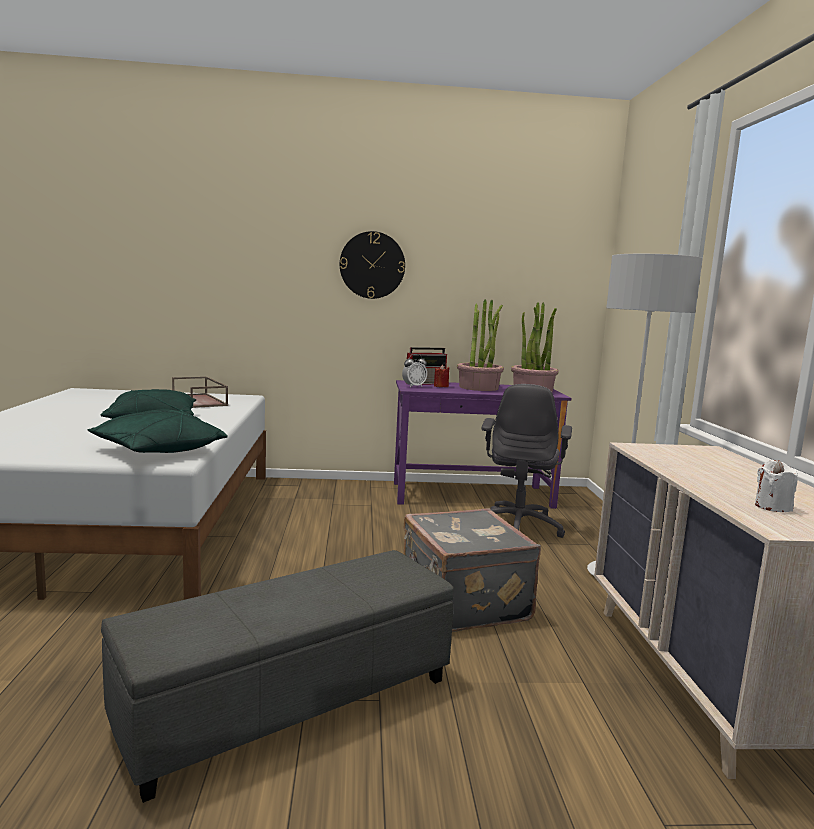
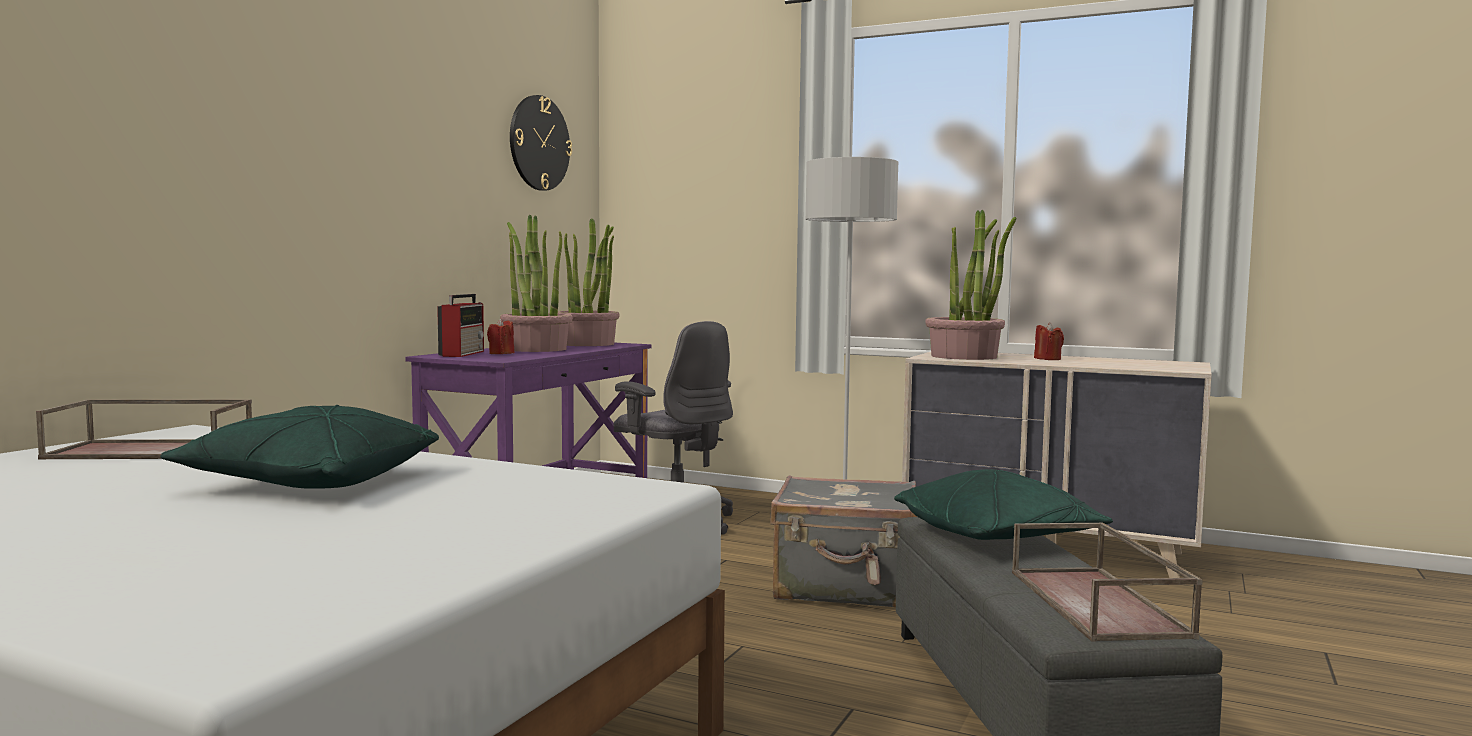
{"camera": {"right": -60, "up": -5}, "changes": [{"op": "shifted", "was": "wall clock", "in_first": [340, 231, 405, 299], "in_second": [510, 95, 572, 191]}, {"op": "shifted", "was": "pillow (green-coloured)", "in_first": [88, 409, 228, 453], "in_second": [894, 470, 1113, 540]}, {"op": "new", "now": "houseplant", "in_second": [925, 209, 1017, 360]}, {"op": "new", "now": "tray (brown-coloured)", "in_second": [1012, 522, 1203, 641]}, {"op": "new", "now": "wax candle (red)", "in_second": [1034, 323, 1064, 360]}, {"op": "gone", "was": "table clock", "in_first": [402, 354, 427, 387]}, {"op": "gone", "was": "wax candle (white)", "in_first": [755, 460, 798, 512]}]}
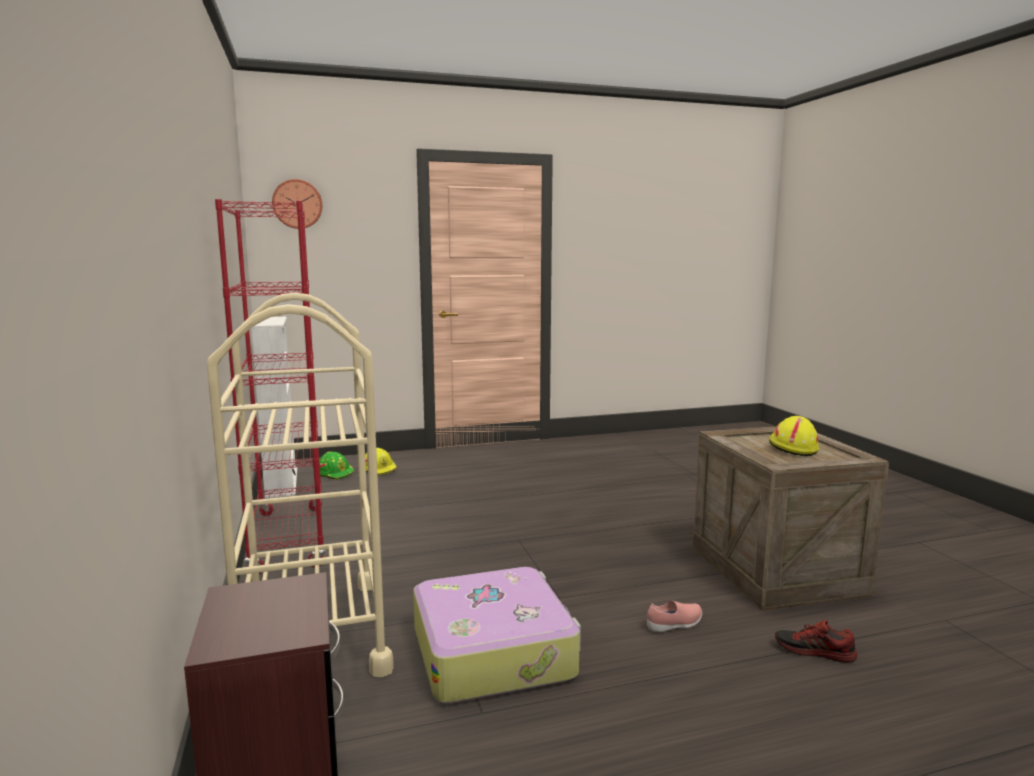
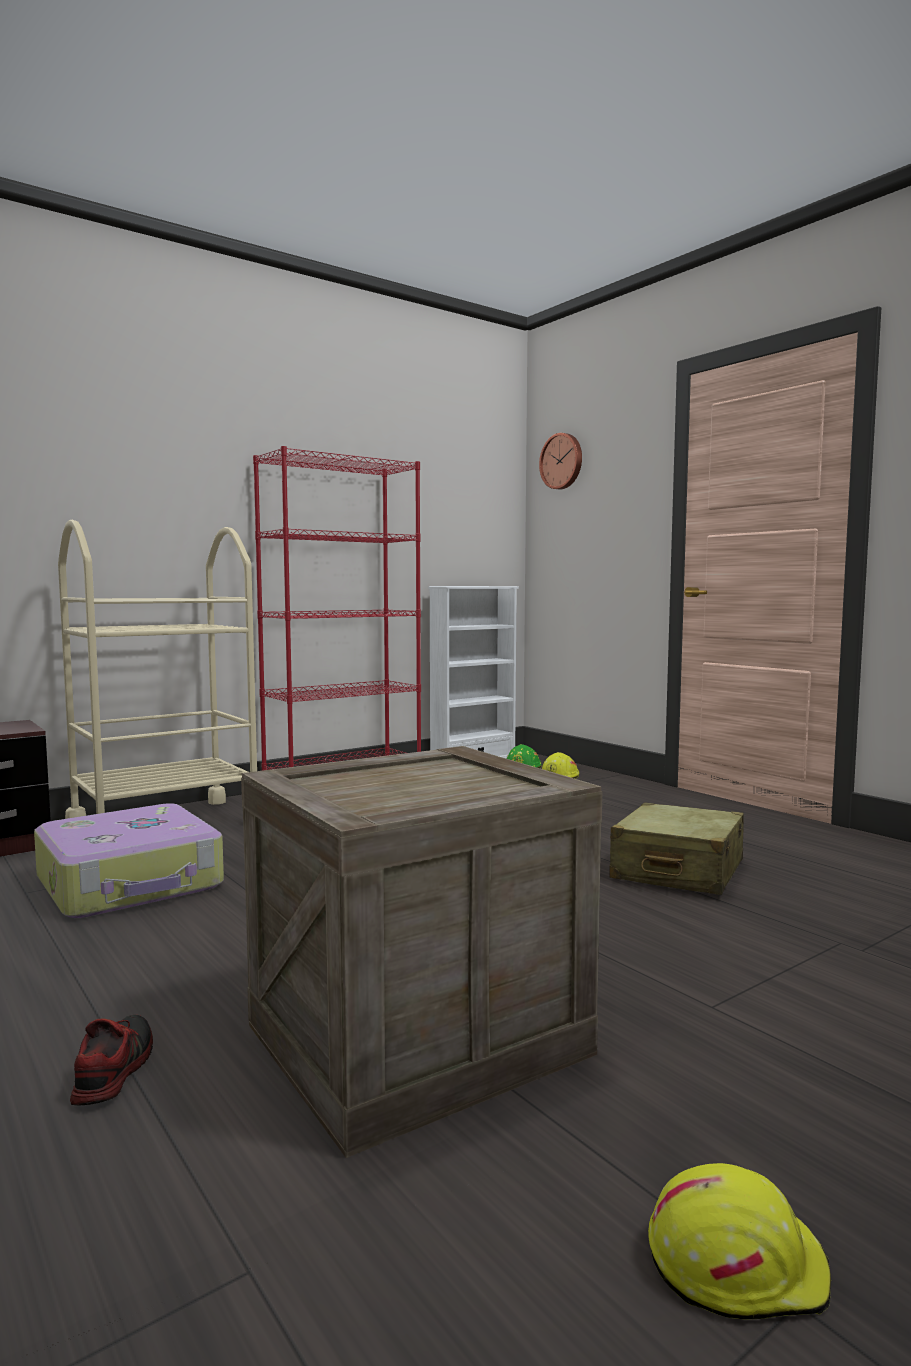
{"camera": {"right": 70, "up": -5}, "changes": [{"op": "new", "now": "suitcase (sand-coloured)", "in_second": [609, 802, 744, 895]}, {"op": "shifted", "was": "hard hat (yellowish)", "in_first": [769, 416, 819, 456], "in_second": [648, 1163, 831, 1319]}, {"op": "gone", "was": "low shoe (pink)", "in_first": [647, 600, 702, 632]}]}
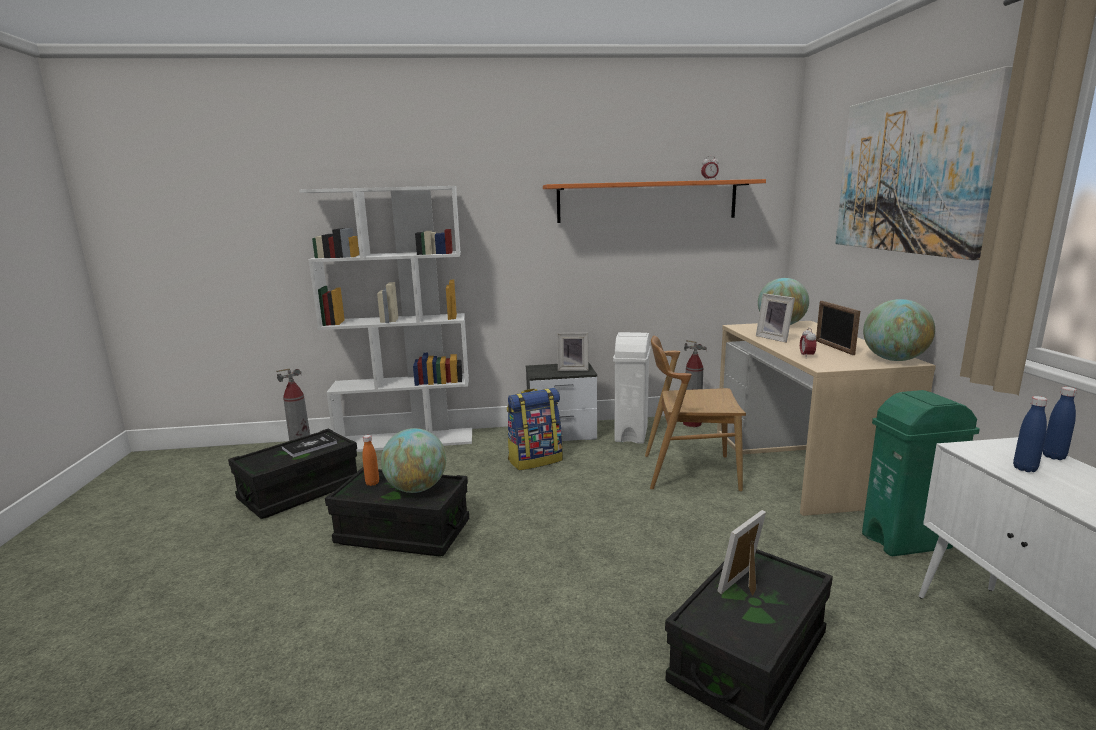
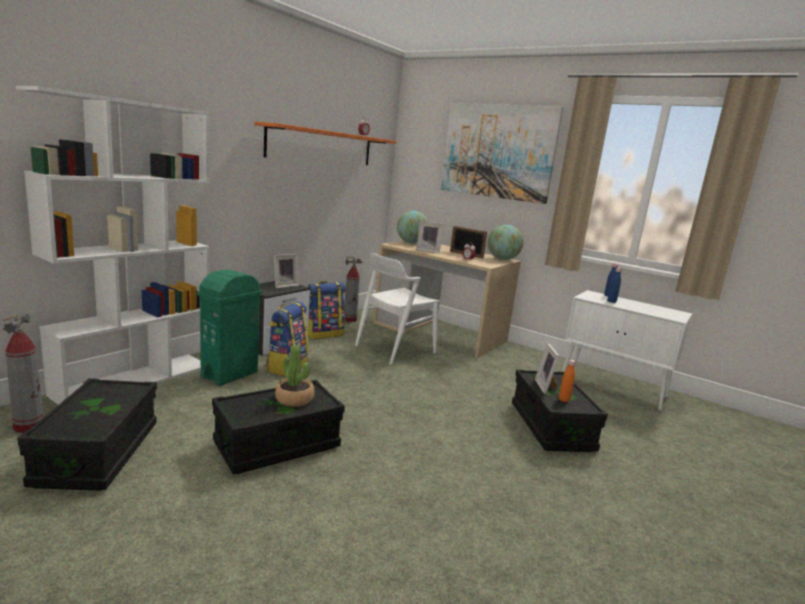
{"camera": {"right": -50, "up": 0}, "changes": [{"op": "shifted", "was": "rubbish bin (green-coloured)", "in_first": [862, 390, 980, 556], "in_second": [197, 269, 263, 386]}, {"op": "swapped", "was": "desk globe", "now": "houseplant", "in_first": [381, 428, 446, 493], "in_second": [275, 345, 314, 407]}, {"op": "swapped", "was": "rubbish bin (white)", "now": "knapsack", "in_first": [613, 332, 651, 444], "in_second": [308, 281, 346, 339]}, {"op": "repainted", "was": "chair (brown-coloured)", "now": "chair (white)", "in_first": [645, 336, 746, 492], "in_second": [355, 252, 440, 365]}, {"op": "shifted", "was": "bottle (orange)", "in_first": [362, 435, 379, 486], "in_second": [559, 360, 576, 402]}, {"op": "gone", "was": "volume", "in_first": [282, 433, 337, 457]}]}
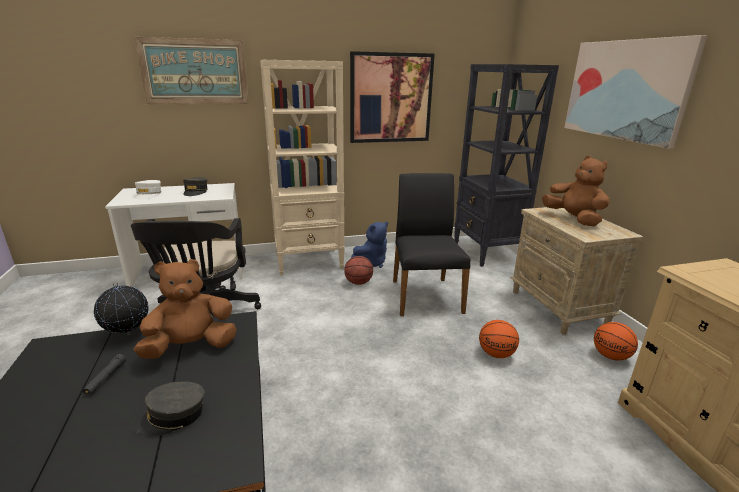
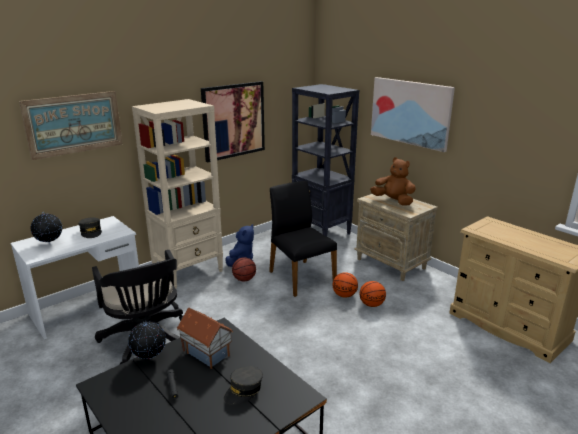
{"camera": {"right": -25, "up": 0}, "changes": [{"op": "swapped", "was": "cap (white)", "now": "desk globe", "in_first": [135, 180, 161, 200], "in_second": [31, 211, 62, 245]}, {"op": "swapped", "was": "soft toy (brown-coloured)", "now": "miniature house", "in_first": [134, 259, 237, 358], "in_second": [176, 308, 234, 369]}, {"op": "shifted", "was": "basketball ball", "in_first": [594, 322, 638, 360], "in_second": [333, 272, 358, 298]}]}
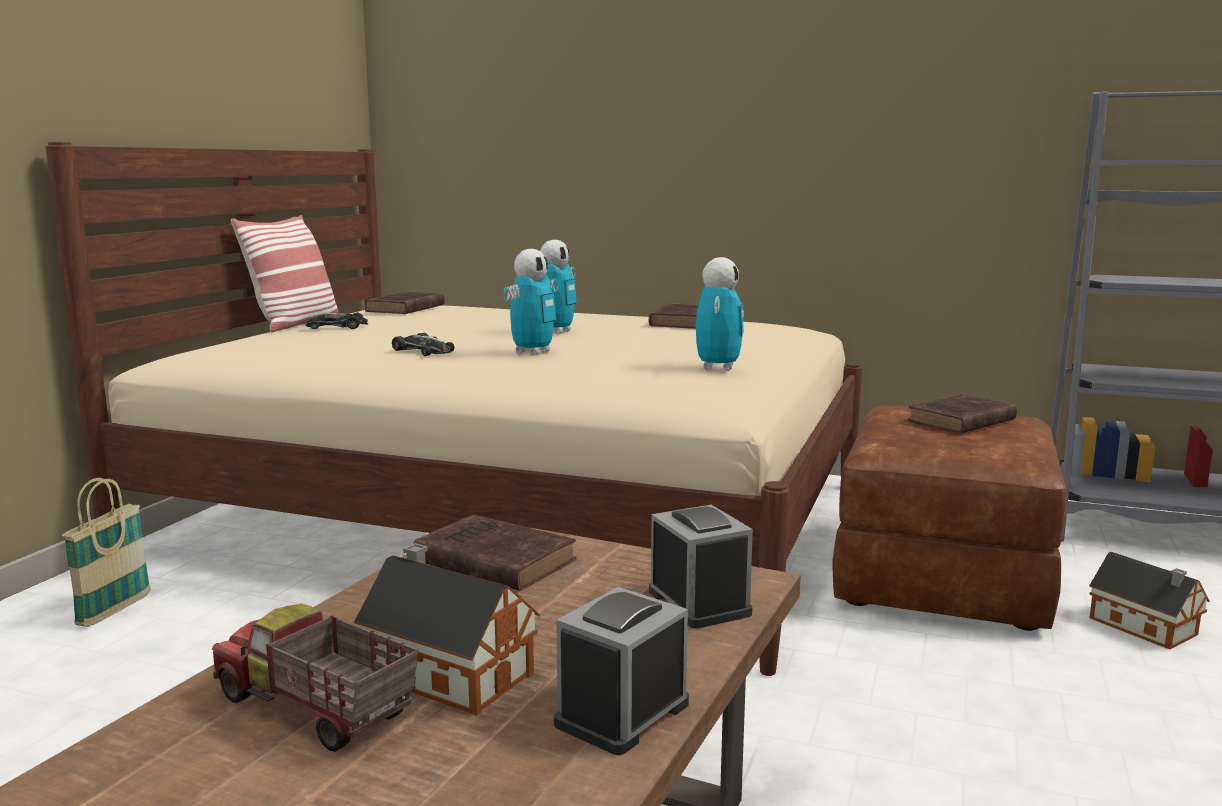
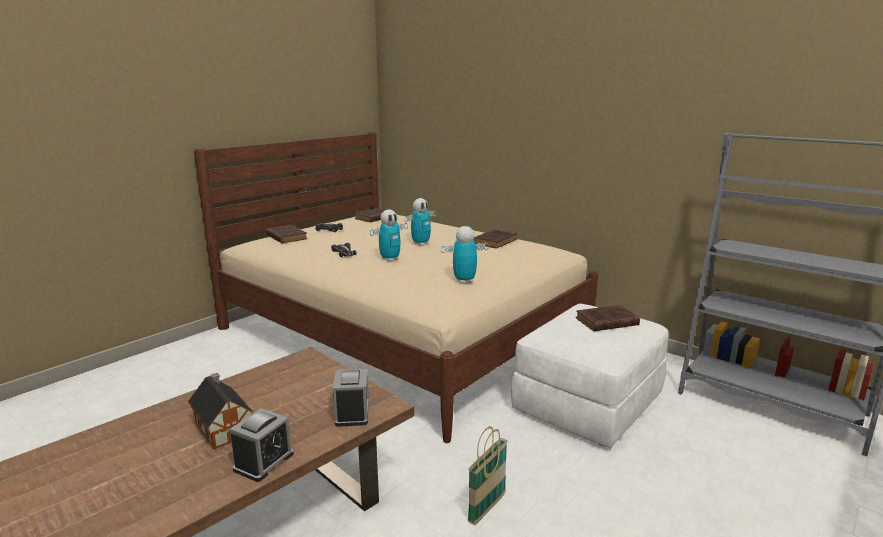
{"camera": {"right": 20, "up": 5}, "changes": [{"op": "rotated", "was": "table clock", "in_first": [554, 587, 689, 755], "in_second": [230, 408, 294, 482], "clockwise": 150}, {"op": "shifted", "was": "volume (brown-coloured)", "in_first": [413, 514, 576, 591], "in_second": [266, 225, 308, 243]}, {"op": "rotated", "was": "model robot", "in_first": [696, 257, 744, 371], "in_second": [441, 226, 489, 284], "clockwise": -135}, {"op": "shifted", "was": "basket", "in_first": [62, 478, 151, 627], "in_second": [468, 426, 507, 525]}, {"op": "repainted", "was": "pouffe (brown-coloured)", "now": "pouffe (white)", "in_first": [832, 406, 1066, 631], "in_second": [511, 304, 669, 448]}, {"op": "gone", "was": "model truck", "in_first": [212, 604, 418, 752]}, {"op": "gone", "was": "pillow", "in_first": [231, 215, 339, 333]}, {"op": "gone", "was": "miniature house", "in_first": [1089, 552, 1210, 649]}]}
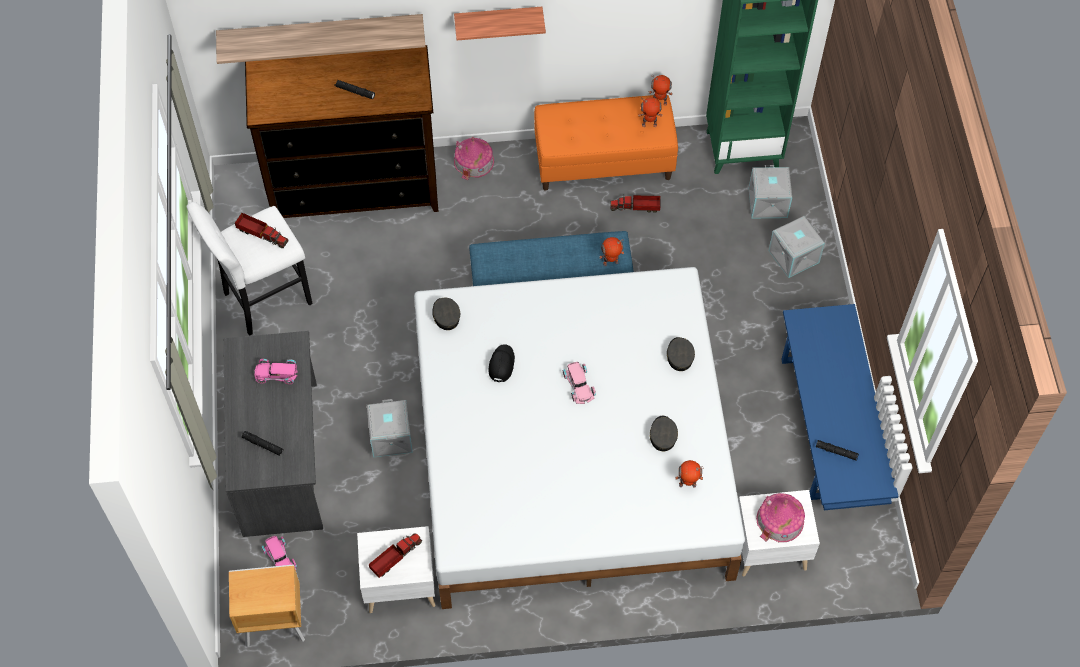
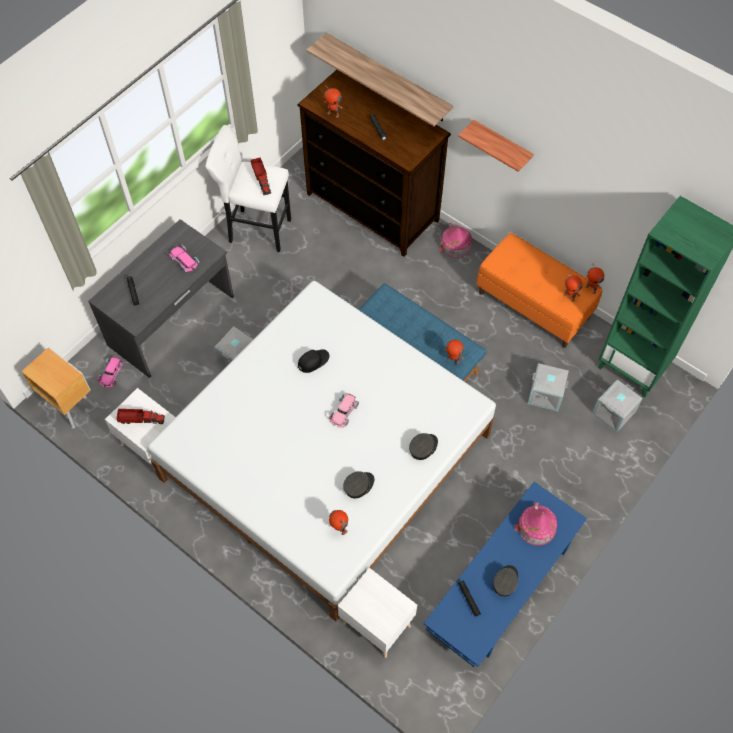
{"camera": {"right": 45, "up": 0}, "changes": [{"op": "new", "now": "model robot", "in_second": [324, 86, 343, 118]}, {"op": "shifted", "was": "cap (grey)", "in_first": [432, 297, 460, 330], "in_second": [493, 565, 518, 596]}, {"op": "shifted", "was": "miniature house", "in_first": [756, 493, 805, 542], "in_second": [514, 502, 557, 546]}, {"op": "shifted", "was": "storage box (grey)", "in_first": [769, 216, 825, 278], "in_second": [528, 363, 569, 411]}, {"op": "gone", "was": "model truck", "in_first": [610, 195, 661, 213]}]}
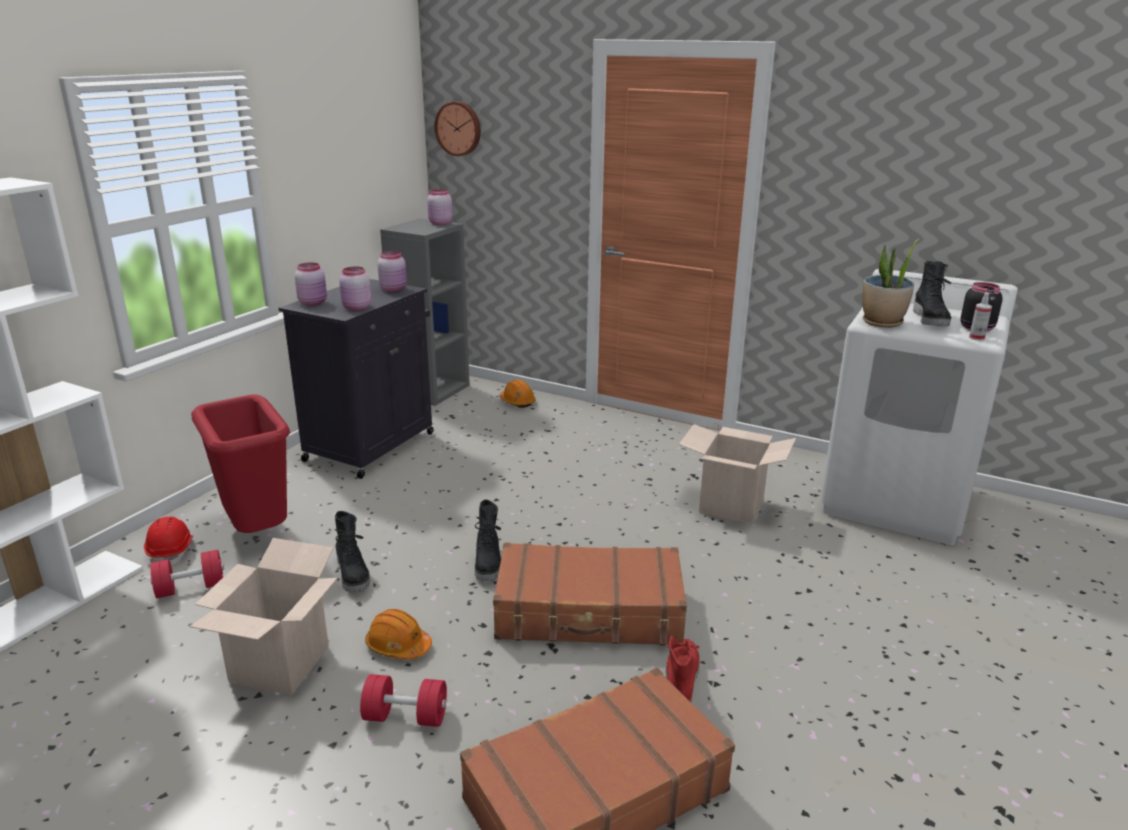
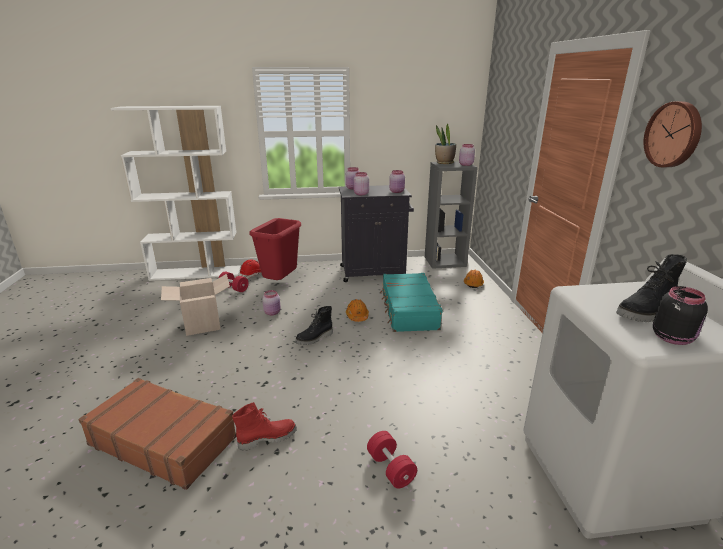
{"camera": {"right": 55, "up": 0}, "changes": [{"op": "swapped", "was": "tall boot (blackish)", "now": "storage jar (pink)", "in_first": [333, 511, 370, 593], "in_second": [262, 290, 281, 315]}, {"op": "shifted", "was": "hard hat (orange)", "in_first": [365, 609, 432, 659], "in_second": [346, 299, 369, 322]}, {"op": "shifted", "was": "hand weight (red)", "in_first": [360, 674, 447, 727], "in_second": [367, 431, 417, 489]}, {"op": "new", "now": "suitcase (turquoise-coloured)", "in_second": [380, 273, 443, 332]}, {"op": "shifted", "was": "houseplant", "in_first": [862, 238, 920, 328], "in_second": [435, 123, 456, 164]}, {"op": "shifted", "was": "wall clock", "in_first": [434, 102, 481, 156], "in_second": [643, 101, 702, 167]}, {"op": "gone", "was": "suitcase (brown-coloured)", "in_first": [493, 542, 687, 645]}, {"op": "gone", "was": "cardboard box", "in_first": [679, 424, 796, 524]}, {"op": "gone", "was": "spray bottle", "in_first": [969, 292, 992, 341]}]}
